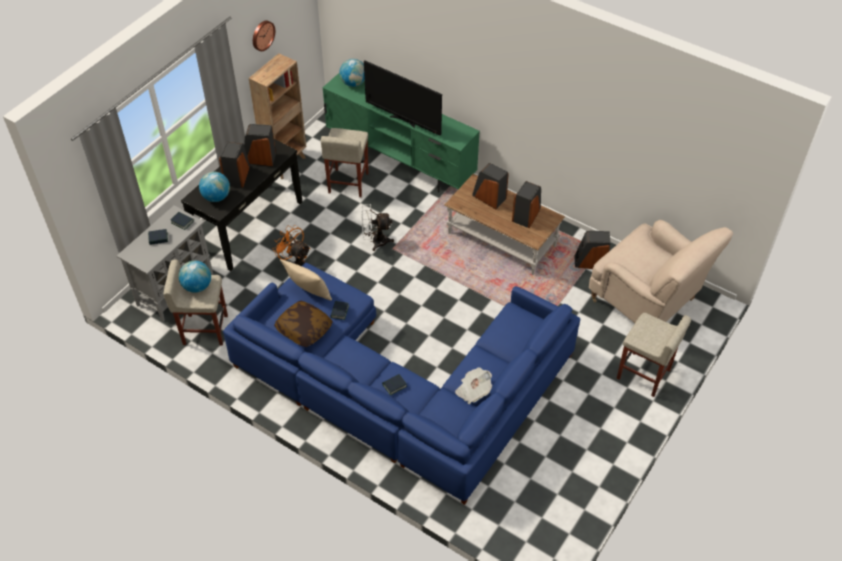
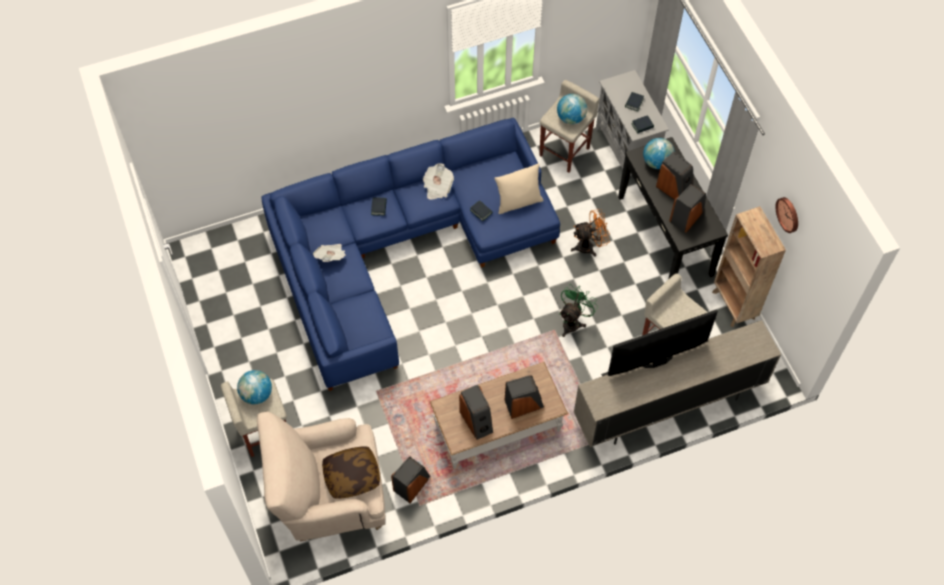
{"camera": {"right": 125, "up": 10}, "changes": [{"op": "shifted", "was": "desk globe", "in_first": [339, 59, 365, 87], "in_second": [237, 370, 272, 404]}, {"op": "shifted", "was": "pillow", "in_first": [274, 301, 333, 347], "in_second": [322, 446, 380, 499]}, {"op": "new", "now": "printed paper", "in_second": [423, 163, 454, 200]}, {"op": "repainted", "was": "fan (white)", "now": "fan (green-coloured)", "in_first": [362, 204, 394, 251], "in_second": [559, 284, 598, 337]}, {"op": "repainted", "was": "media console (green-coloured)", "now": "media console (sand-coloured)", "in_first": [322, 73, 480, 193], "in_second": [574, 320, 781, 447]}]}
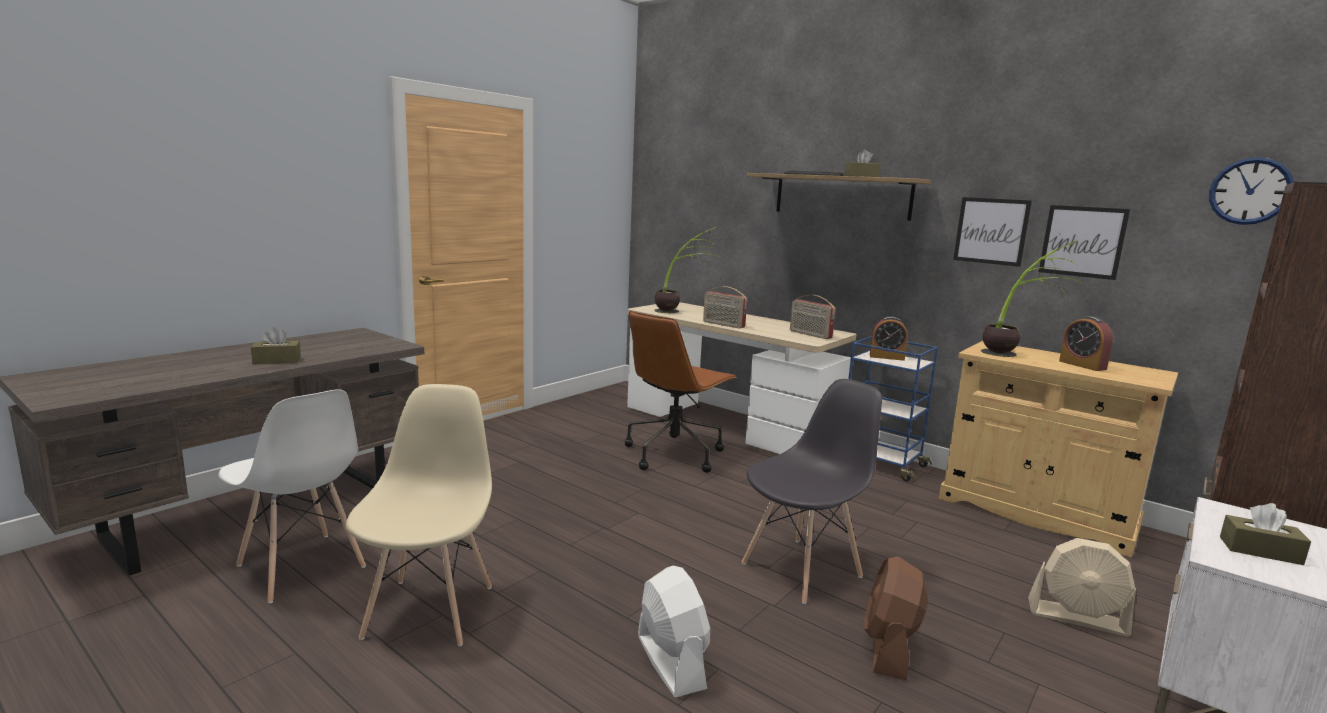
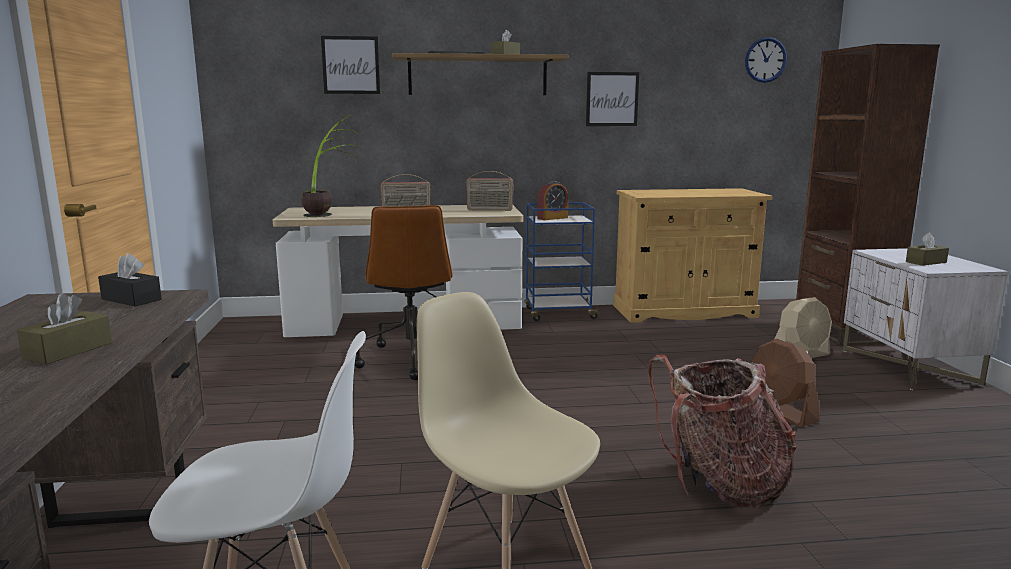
{"camera": {"right": -45, "up": 0}, "changes": [{"op": "new", "now": "box of tissues (blackish)", "in_second": [98, 253, 162, 306]}, {"op": "shifted", "was": "wall art", "in_first": [1039, 205, 1130, 280], "in_second": [321, 36, 380, 94]}, {"op": "swapped", "was": "fan (white)", "now": "knapsack", "in_first": [638, 566, 710, 697], "in_second": [648, 355, 797, 508]}, {"op": "gone", "was": "chair (grey)", "in_first": [742, 379, 882, 604]}, {"op": "gone", "was": "houseplant", "in_first": [981, 241, 1082, 357]}, {"op": "gone", "was": "table clock", "in_first": [1059, 316, 1113, 371]}]}
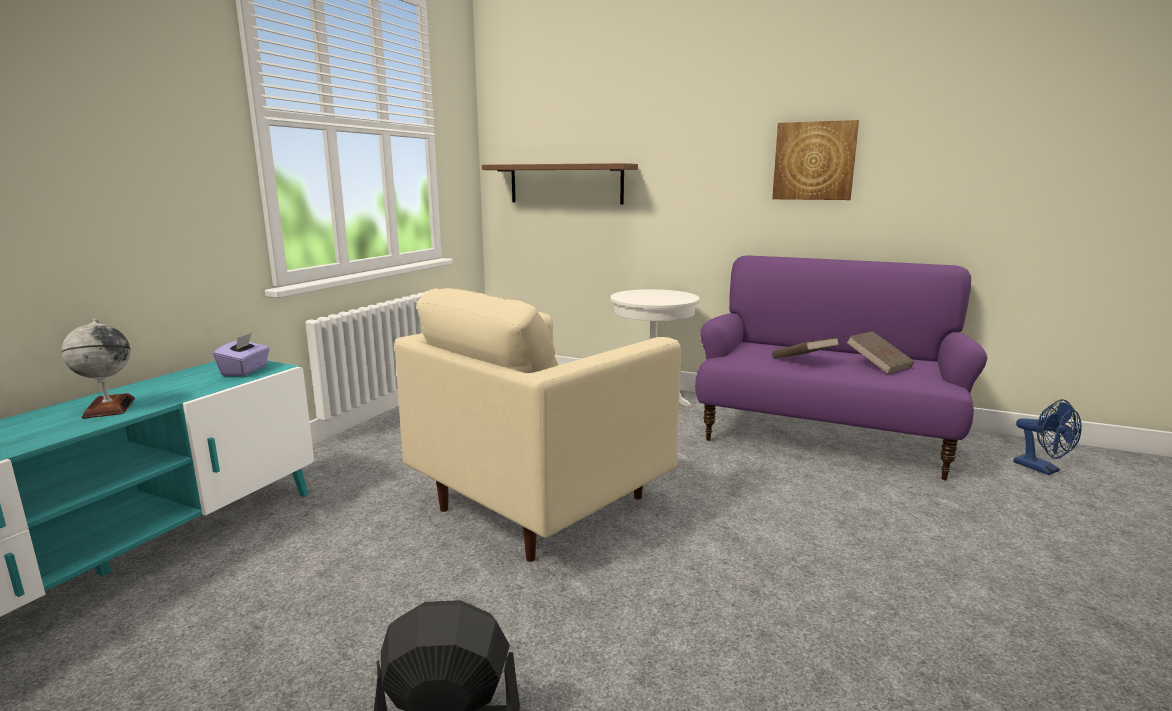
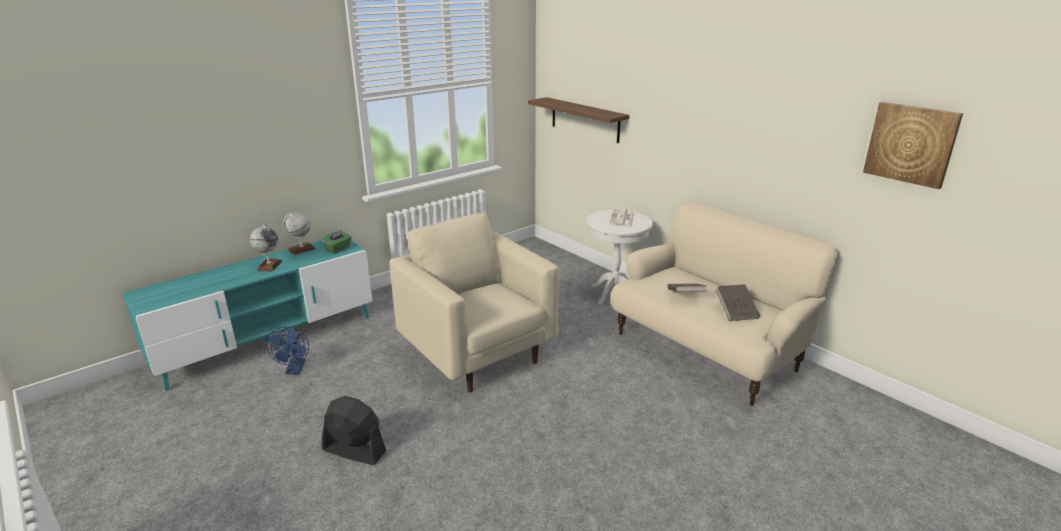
{"camera": {"right": 25, "up": 10}, "changes": [{"op": "shifted", "was": "fan (blue)", "in_first": [1014, 399, 1082, 475], "in_second": [266, 326, 309, 375]}, {"op": "new", "now": "desk globe", "in_second": [283, 212, 316, 255]}, {"op": "repainted", "was": "box of tissues (purplish)", "now": "box of tissues (green-coloured)", "in_first": [213, 333, 270, 376], "in_second": [321, 229, 352, 254]}, {"op": "rotated", "was": "armchair (sand-coloured)", "in_first": [394, 288, 681, 562], "in_second": [389, 212, 559, 392], "clockwise": 75}, {"op": "new", "now": "printed paper", "in_second": [609, 208, 635, 227]}, {"op": "repainted", "was": "settee (purplish)", "now": "settee (sand-coloured)", "in_first": [695, 255, 988, 481], "in_second": [610, 201, 839, 406]}, {"op": "shifted", "was": "wall art", "in_first": [772, 120, 859, 200], "in_second": [863, 102, 963, 189]}]}
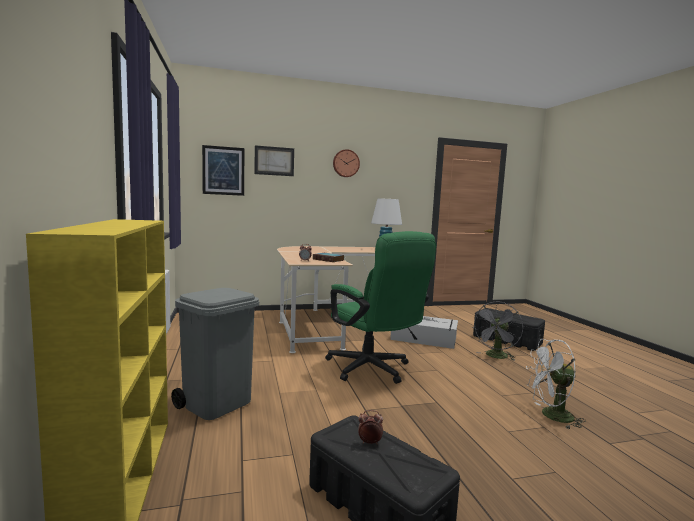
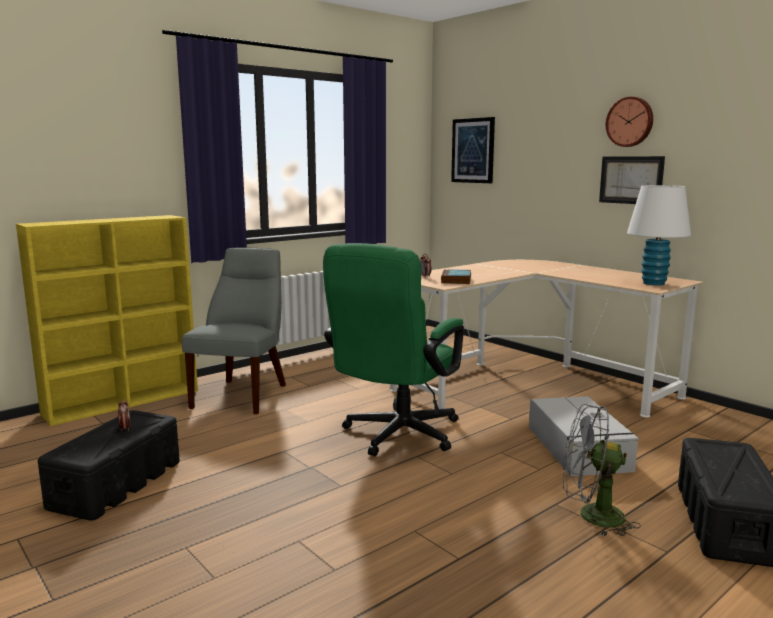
{"camera": {"right": 65, "up": 5}, "changes": [{"op": "swapped", "was": "rubbish bin (grey)", "now": "chair (grey)", "in_first": [171, 288, 259, 420], "in_second": [182, 247, 286, 414]}, {"op": "shifted", "was": "wall art", "in_first": [254, 145, 294, 176], "in_second": [599, 156, 665, 204]}, {"op": "gone", "was": "fan (white)", "in_first": [526, 339, 586, 430]}]}
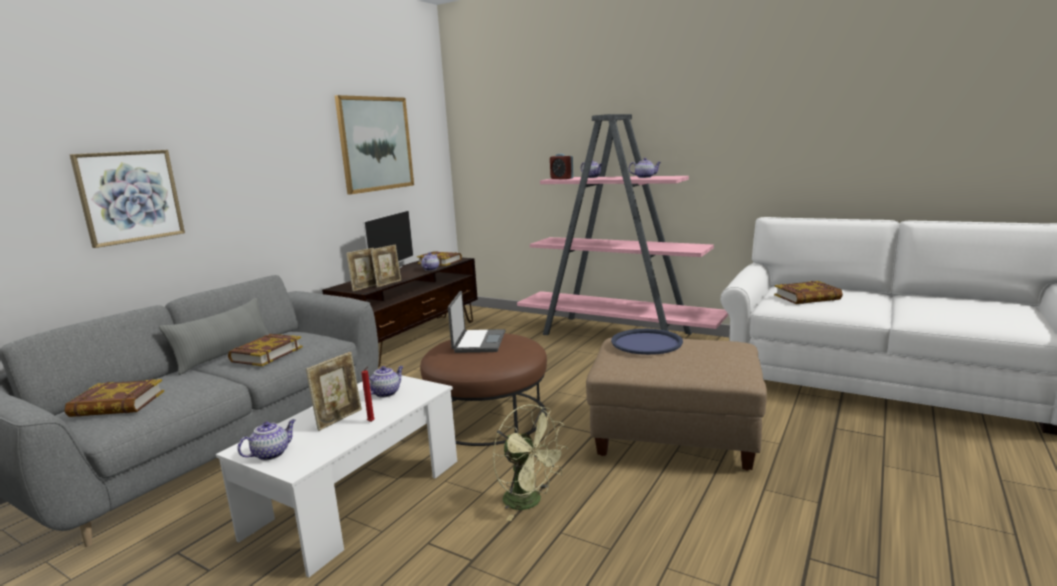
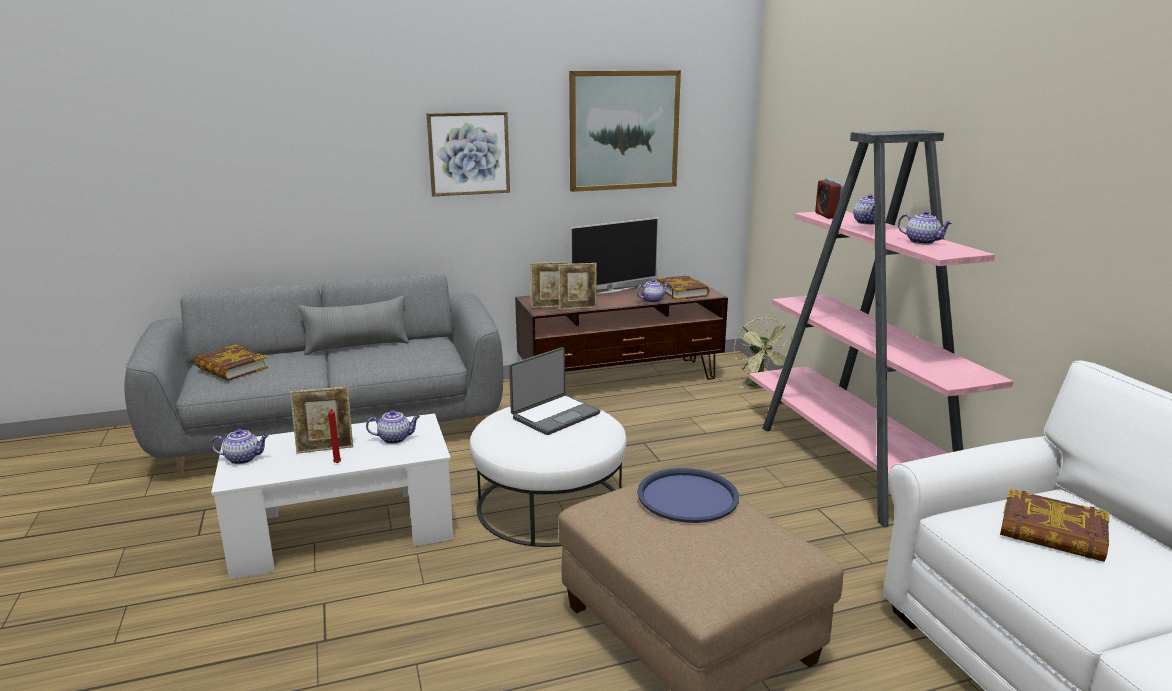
{"camera": {"right": 40, "up": 5}, "changes": [{"op": "shifted", "was": "wall art", "in_first": [70, 150, 185, 248], "in_second": [426, 112, 510, 196]}, {"op": "repainted", "was": "pouffe (brown-coloured)", "now": "pouffe (white)", "in_first": [420, 333, 547, 446], "in_second": [470, 406, 626, 547]}, {"op": "shifted", "was": "fan (green-coloured)", "in_first": [493, 404, 568, 521], "in_second": [734, 318, 793, 388]}, {"op": "gone", "was": "volume", "in_first": [228, 334, 303, 366]}]}
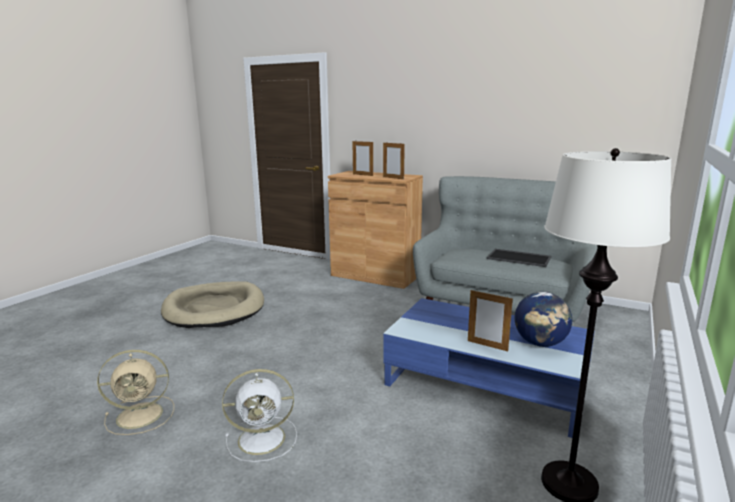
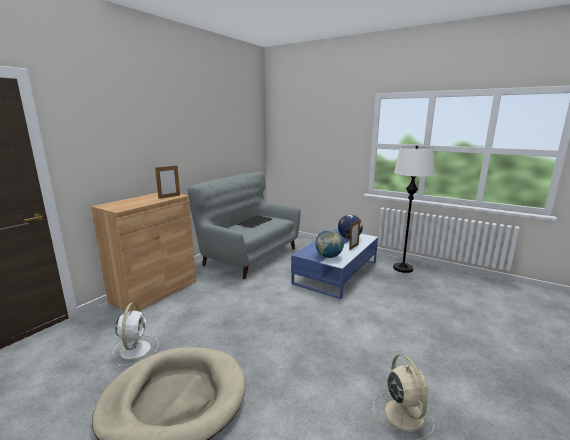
{"camera": {"right": -85, "up": 0}, "changes": [{"op": "shifted", "was": "fan (white)", "in_first": [222, 369, 297, 462], "in_second": [113, 303, 158, 367]}, {"op": "new", "now": "desk globe", "in_second": [315, 230, 344, 258]}, {"op": "gone", "was": "picture frame", "in_first": [352, 141, 373, 176]}]}
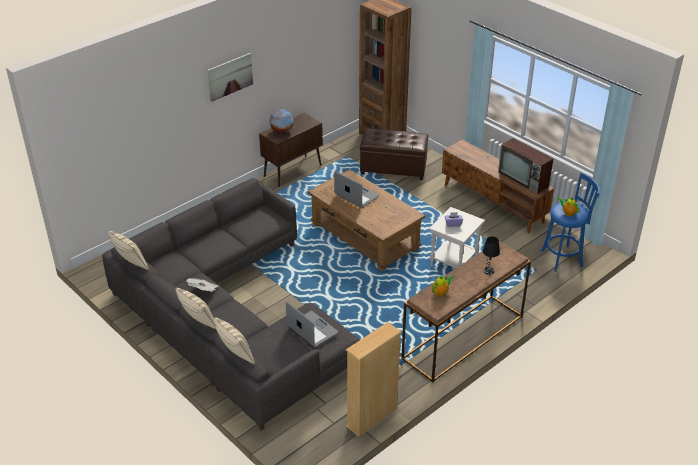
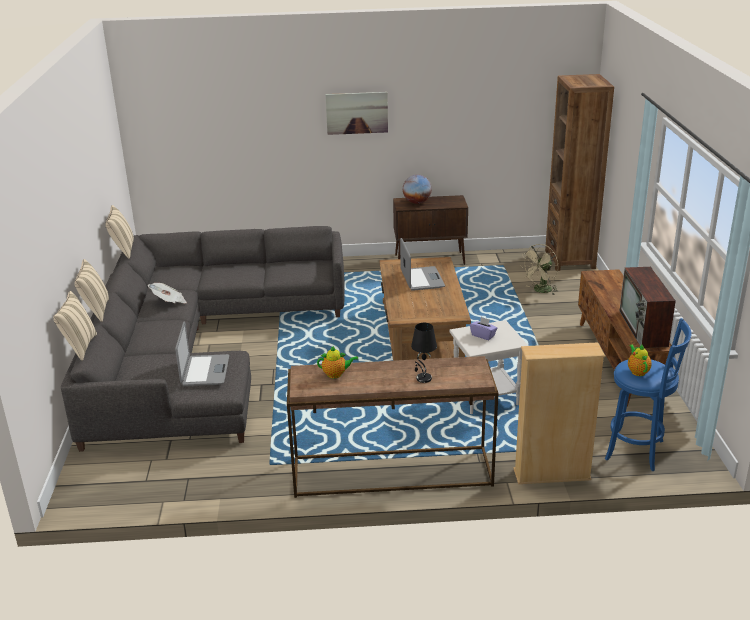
{"camera": {"right": 40, "up": -10}, "changes": [{"op": "shifted", "was": "bookshelf (sand-coloured)", "in_first": [346, 322, 401, 437], "in_second": [514, 342, 605, 484]}, {"op": "swapped", "was": "pouffe (brown-coloured)", "now": "fan (sand-coloured)", "in_first": [360, 128, 428, 180], "in_second": [520, 244, 559, 295]}]}
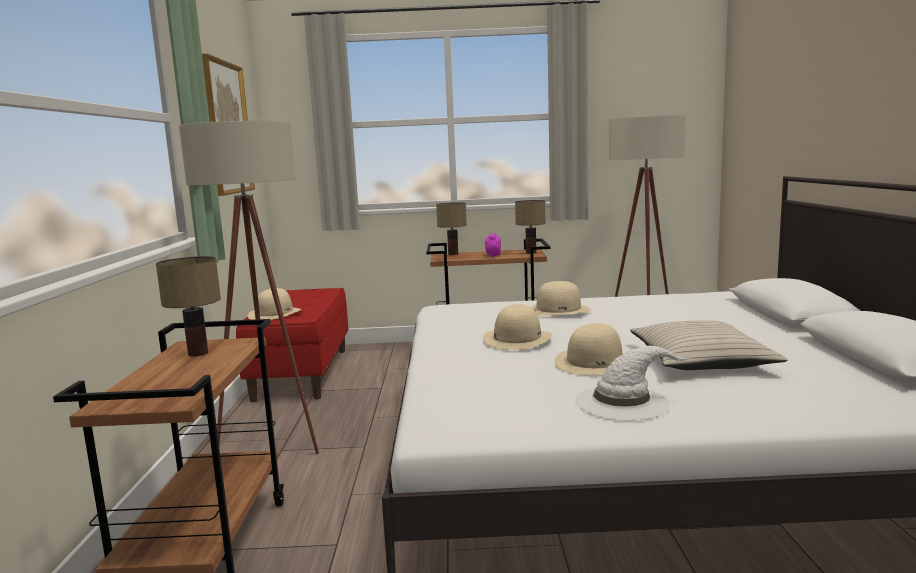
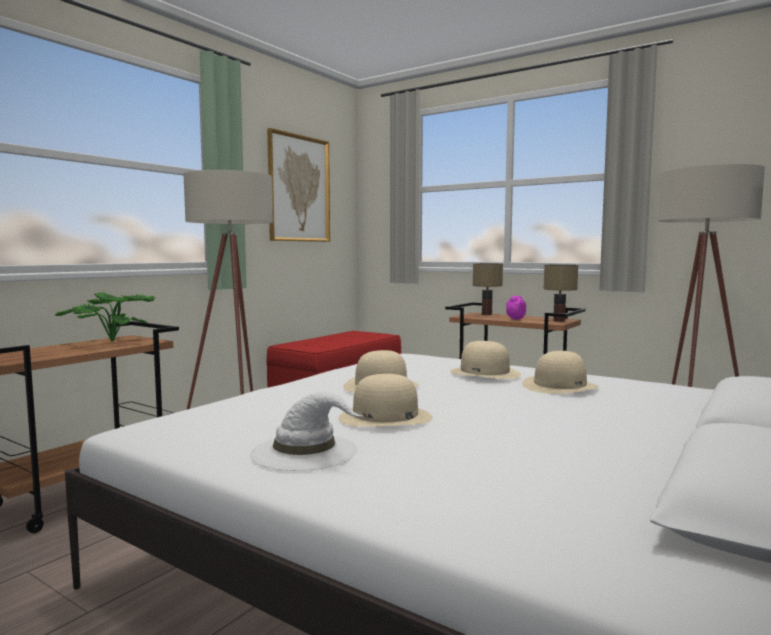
{"camera": {"right": 35, "up": -5}, "changes": [{"op": "swapped", "was": "table lamp", "now": "houseplant", "in_first": [156, 256, 221, 357], "in_second": [55, 292, 156, 341]}, {"op": "shifted", "was": "clothing hat (sand-coloured)", "in_first": [247, 288, 301, 320], "in_second": [522, 351, 599, 394]}, {"op": "gone", "was": "pillow (sand-coloured)", "in_first": [630, 320, 788, 370]}]}
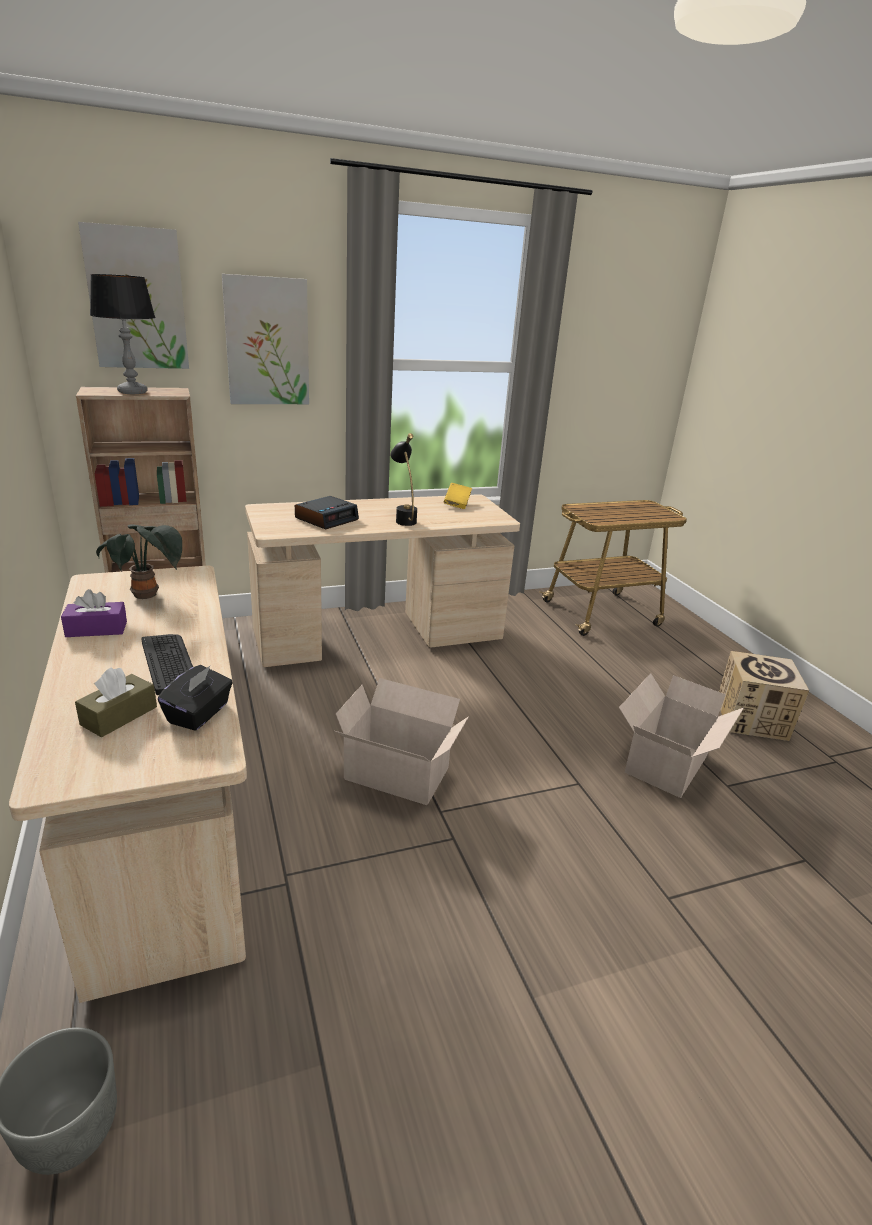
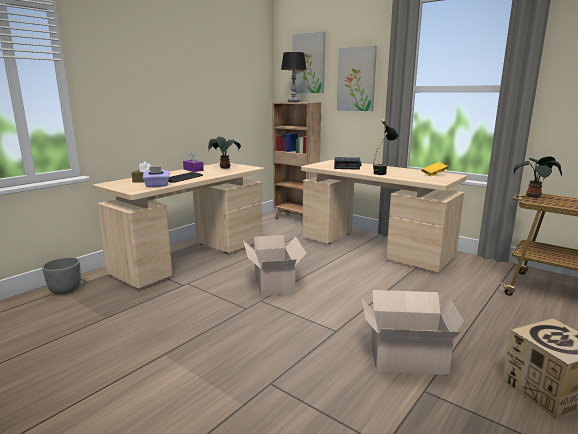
{"camera": {"right": 60, "up": -10}, "changes": [{"op": "repainted", "was": "box of tissues (blackish)", "now": "box of tissues (purplish)", "in_first": [158, 665, 233, 731], "in_second": [143, 167, 170, 187]}, {"op": "new", "now": "houseplant", "in_second": [514, 156, 562, 198]}]}
